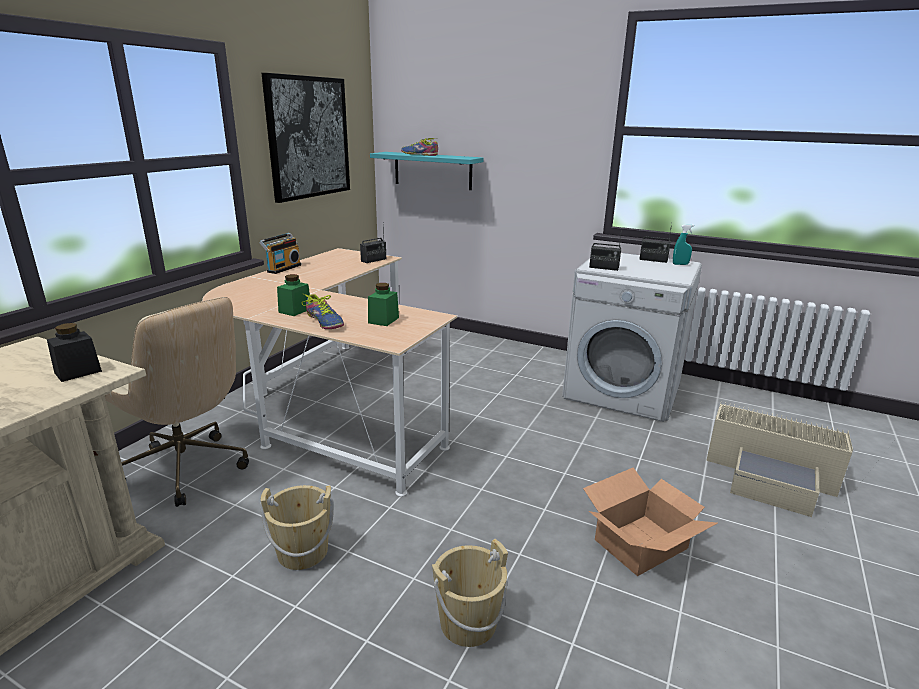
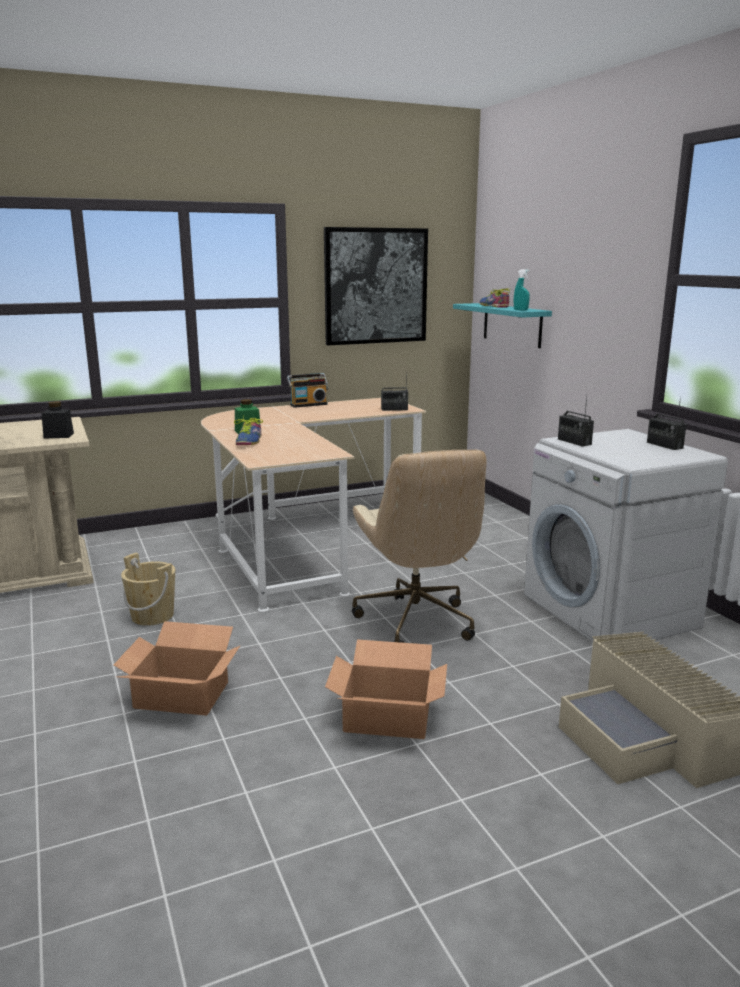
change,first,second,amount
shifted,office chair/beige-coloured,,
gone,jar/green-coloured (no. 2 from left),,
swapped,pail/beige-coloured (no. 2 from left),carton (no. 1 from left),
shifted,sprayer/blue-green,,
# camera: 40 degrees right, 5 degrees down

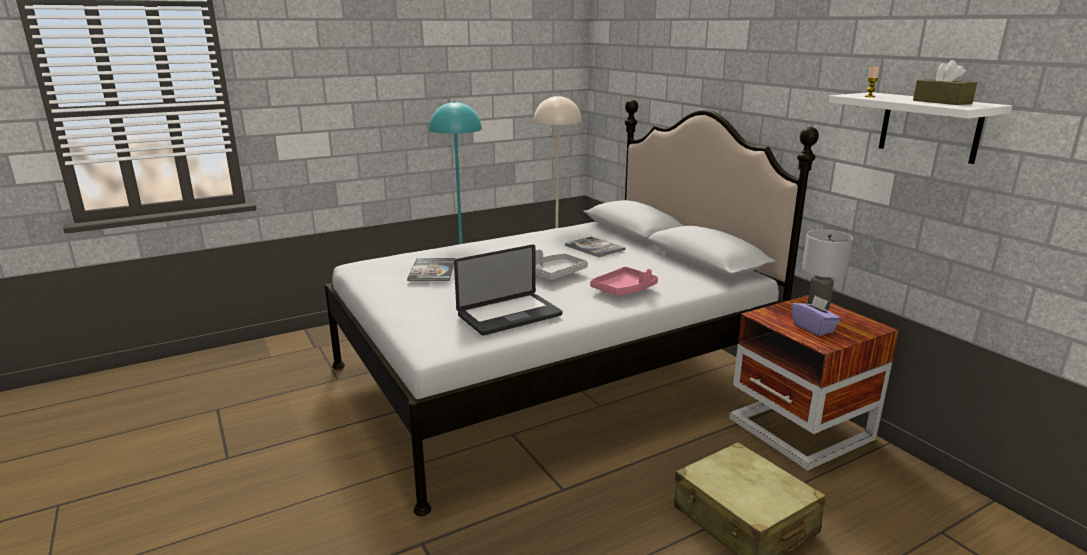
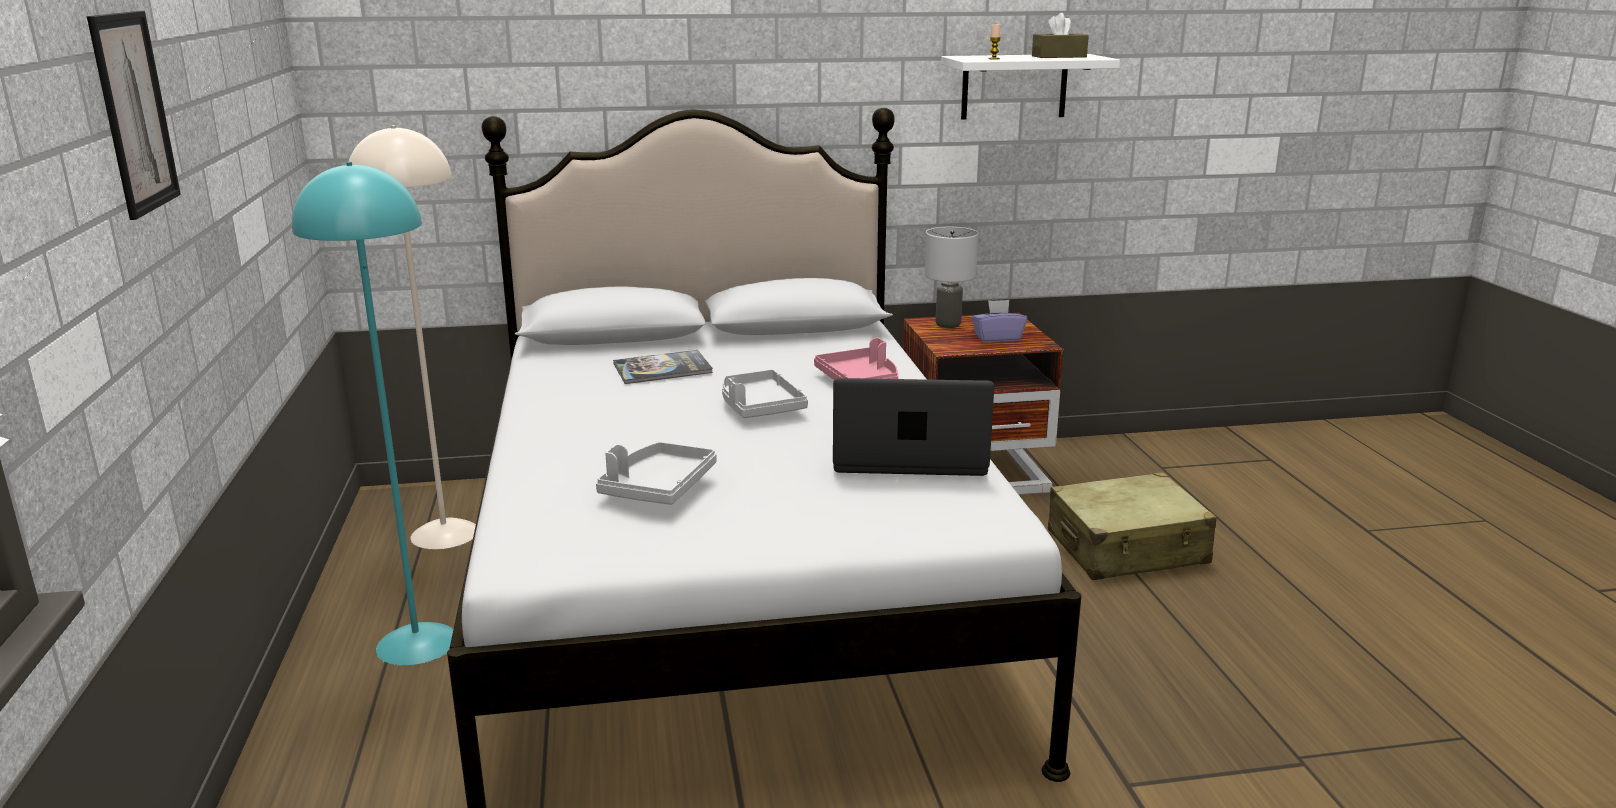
change,first,second,amount
swapped,book (no. 1 from left),serving tray/greyish (no. 1 from left),
rotated,portable computer,,75 degrees counterclockwise
new,,wall picture,
# camera: 70 degrees left, 0 degrees up

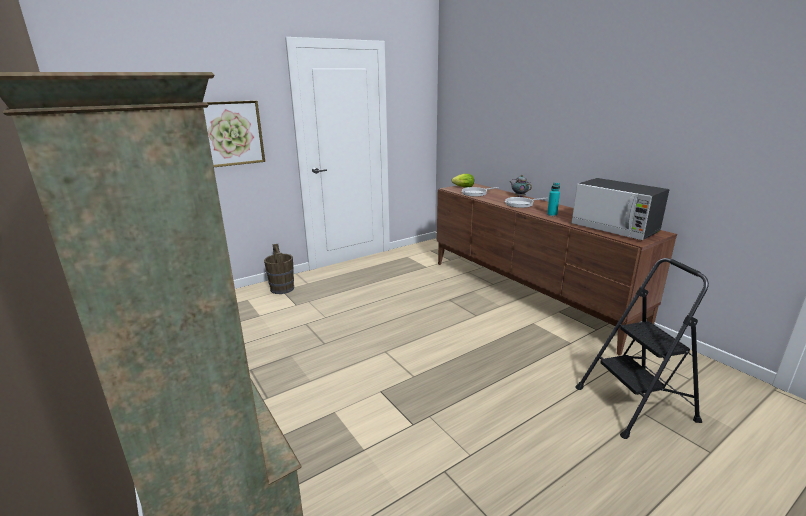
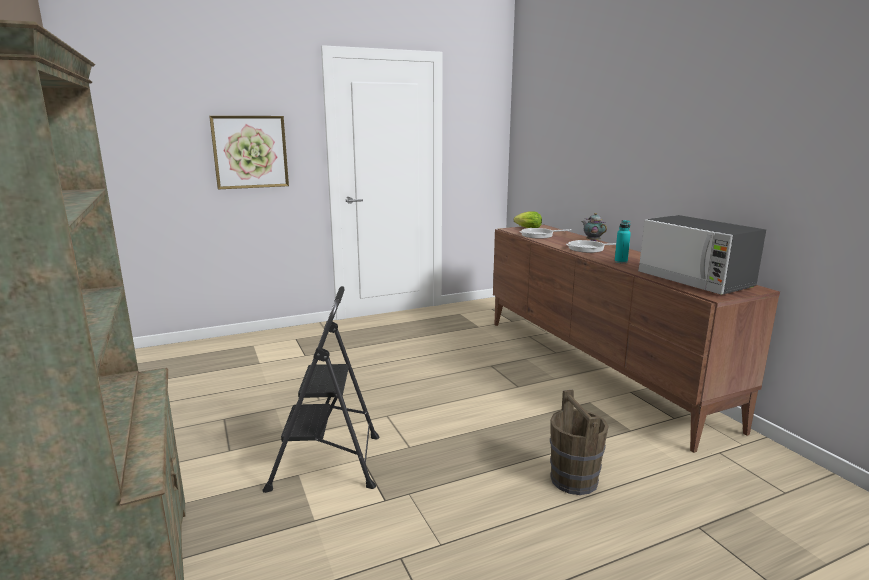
change,first,second,amount
shifted,pail/brown,,
shifted,step ladder/blackish,,
# camera: 10 degrees right, 5 degrees down

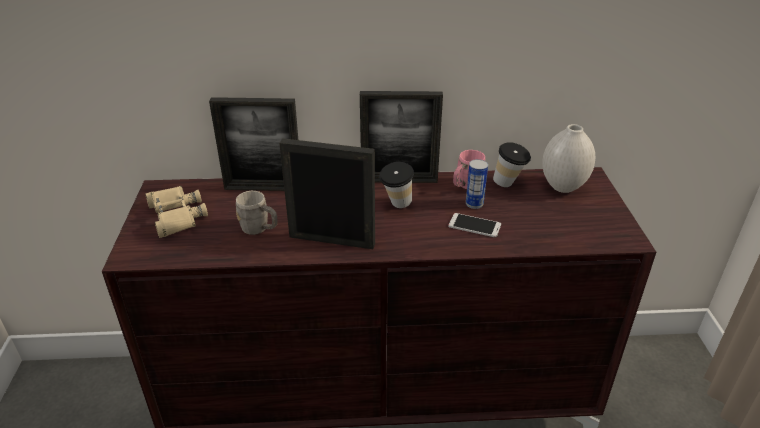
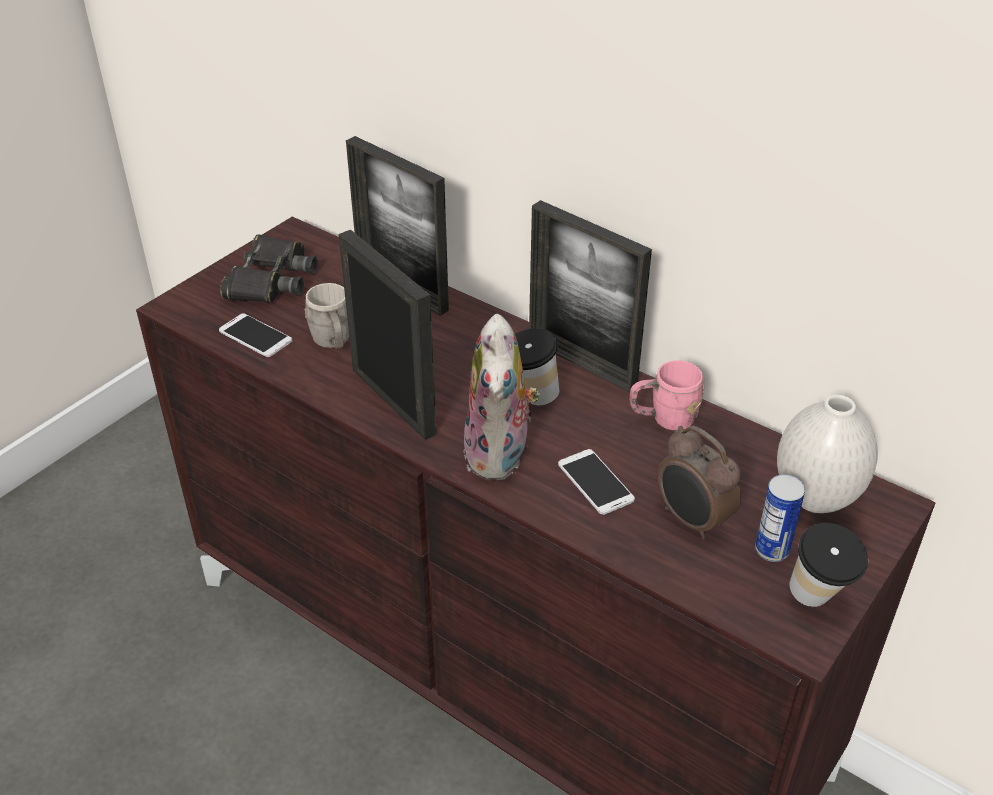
change,first,second,amount
repainted,field glasses/beige-coloured,field glasses/blackish,
shifted,sealed can,,
shifted,small cup (no. 2 from left),,
new,,handset (no. 1 from left),
new,,cuddly toy,
new,,bedside clock,
# camera: 40 degrees right, 5 degrees up

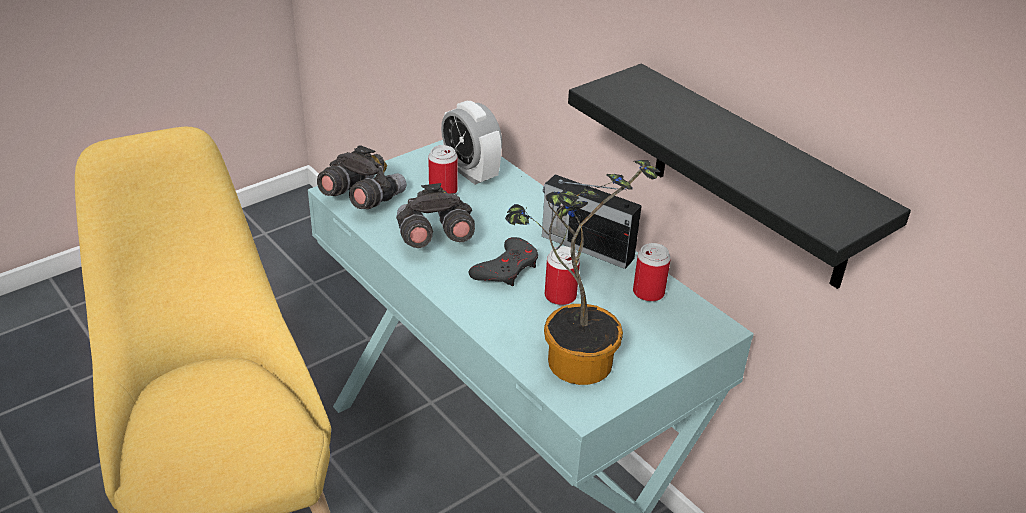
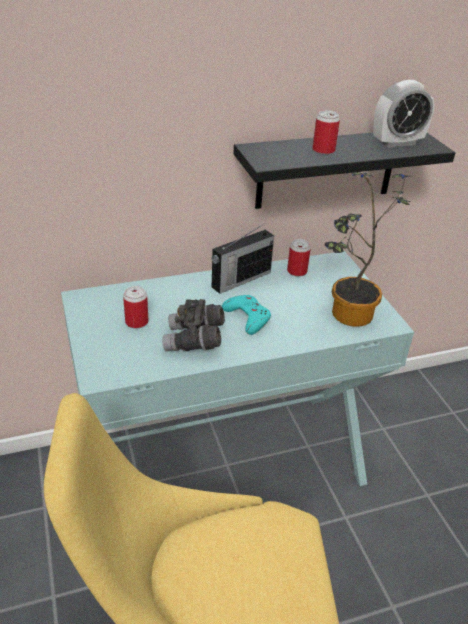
change,first,second,amount
gone,field glasses/greyish (no. 1 from left),,
shifted,bedside clock,,
repainted,joypad/greyish,joypad/blue-green,
shifted,sealed can (no. 2 from left in the first image),sealed can (no. 3 from left),
# camera: 70 degrees left, 0 degrees up

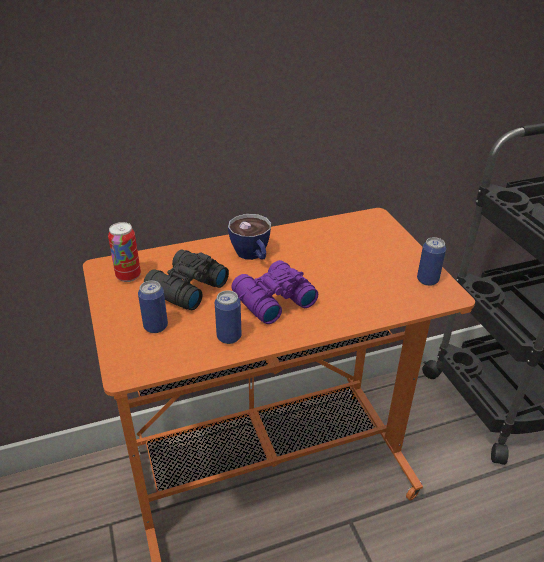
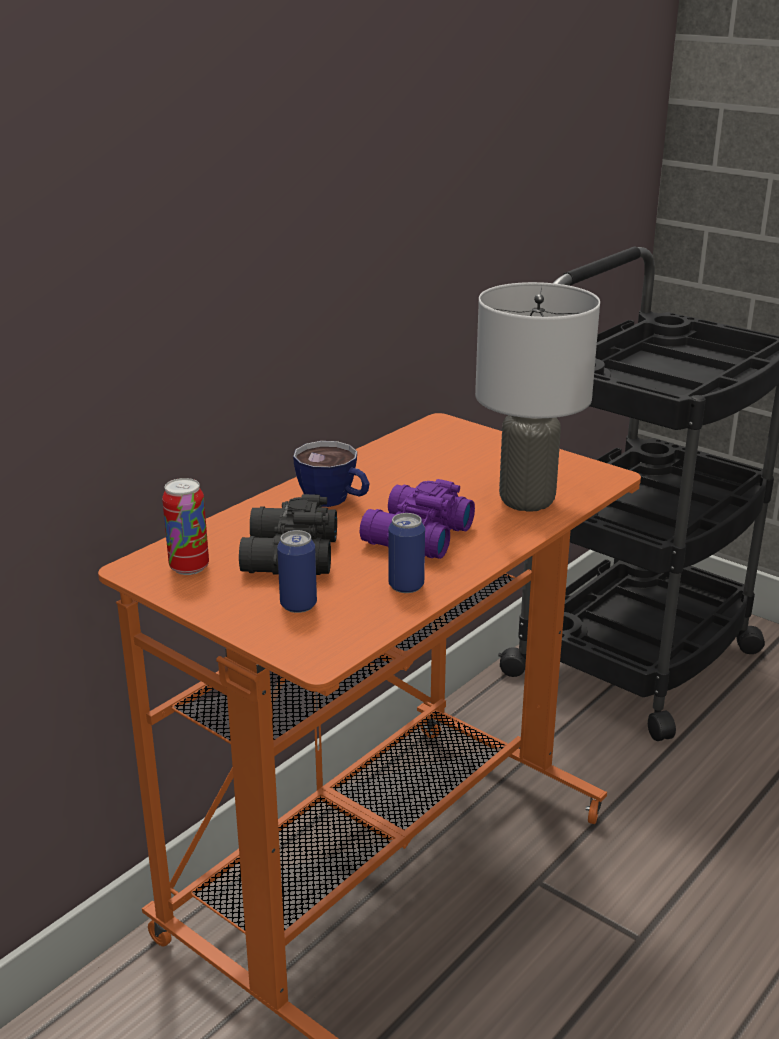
change,first,second,amount
gone,sealed can (no. 4 from left),,
new,,lamp for a table/white,
# camera: 30 degrees left, 10 degrees down

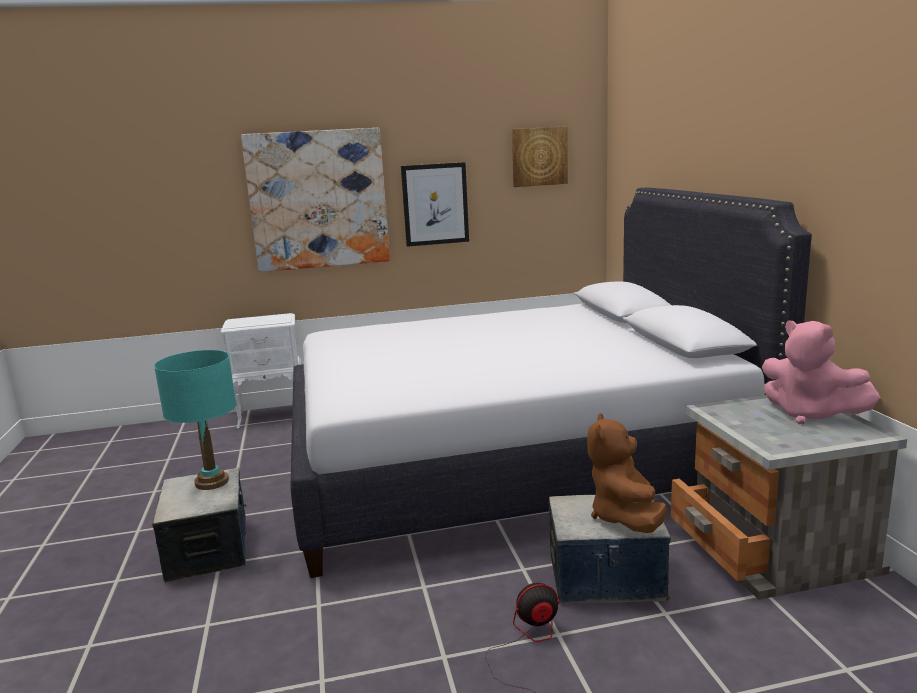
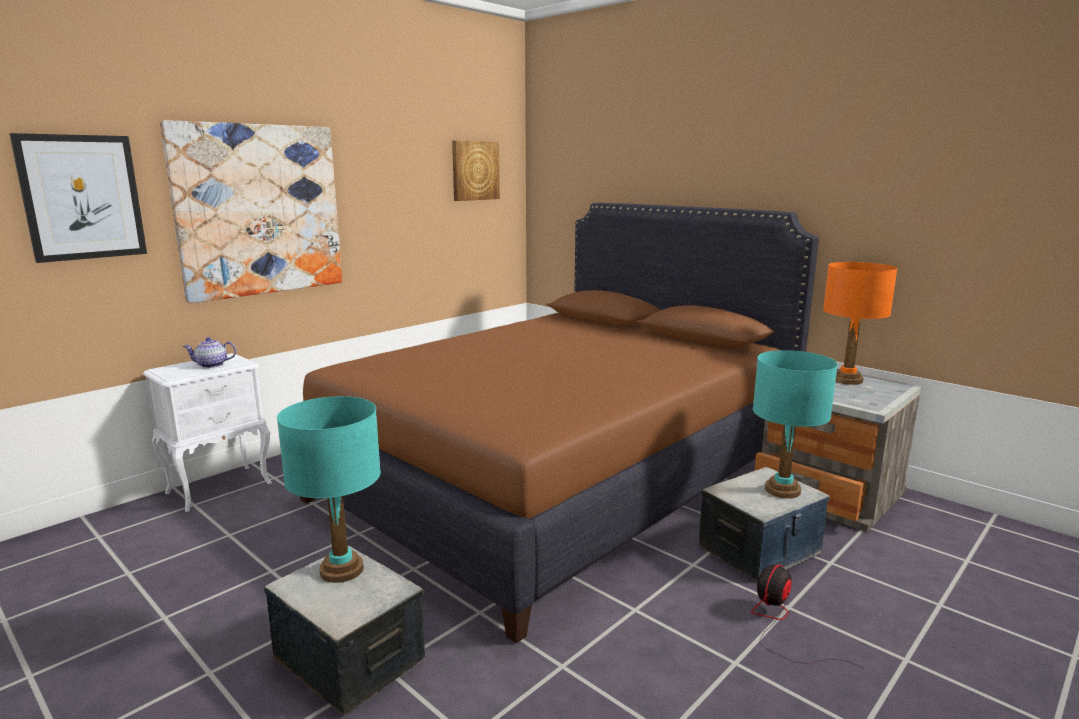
change,first,second,amount
repainted,sleeping bed/white,sleeping bed/brown,
shifted,wall picture (no. 2 from left in the first image),wall picture (no. 1 from left),
swapped,cuddly toy/brown,lamp for a table/blue-green (no. 2 from left),
swapped,cuddly toy/pink-coloured,lamp for a table/orangey,
new,,tea pot,
# camera: 35 degrees left, 0 degrees up

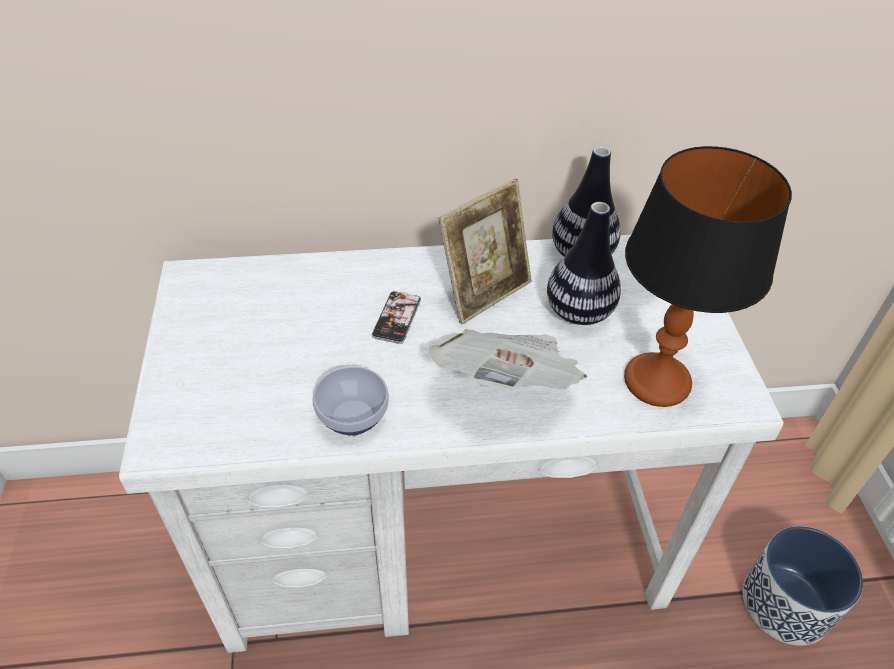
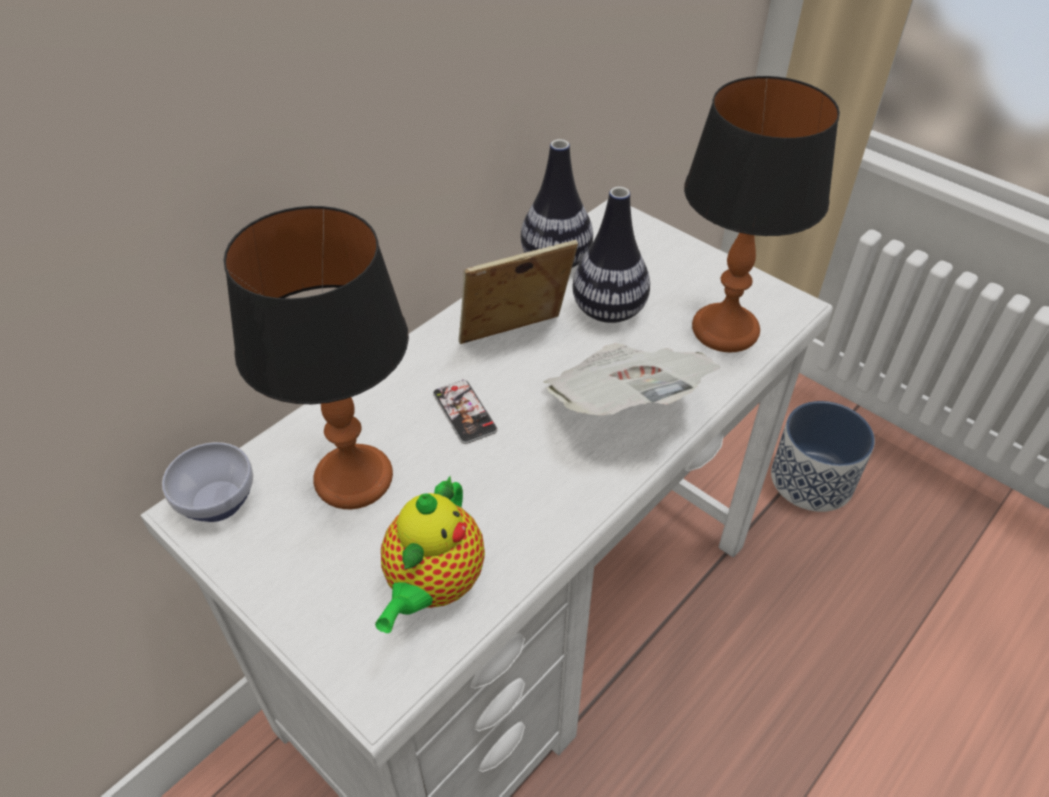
change,first,second,amount
shifted,deep dish,,
rotated,standing frame,,120 degrees counterclockwise
new,,lamp for a table (no. 1 from left),
new,,tea pot,
# camera: 40 degrees left, 0 degrees up

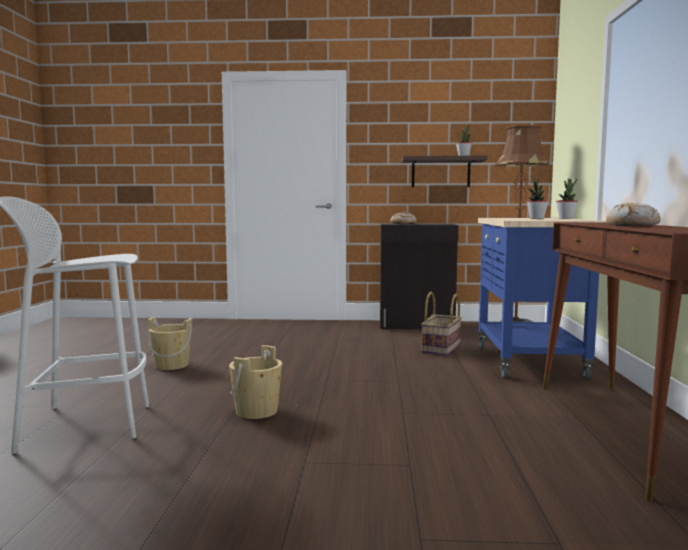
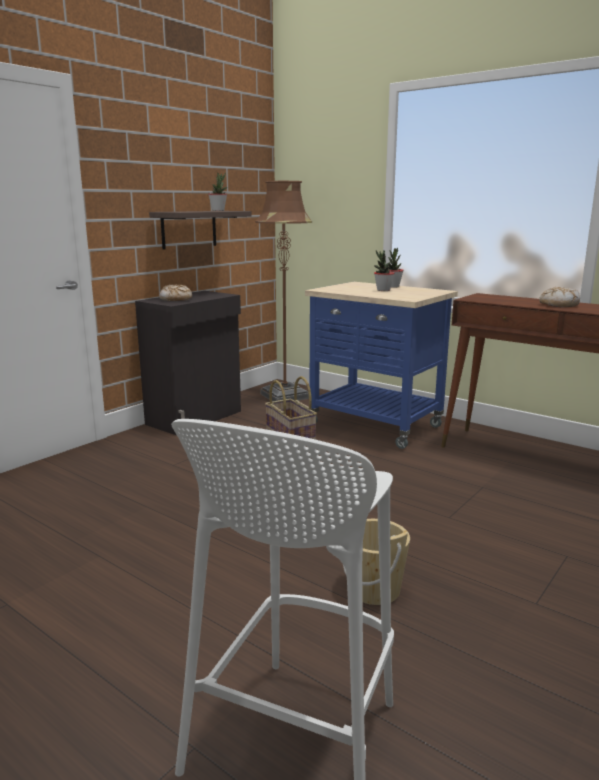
change,first,second,amount
gone,pail/beige-coloured (no. 1 from left),,
# camera: 55 degrees left, 10 degrees up

